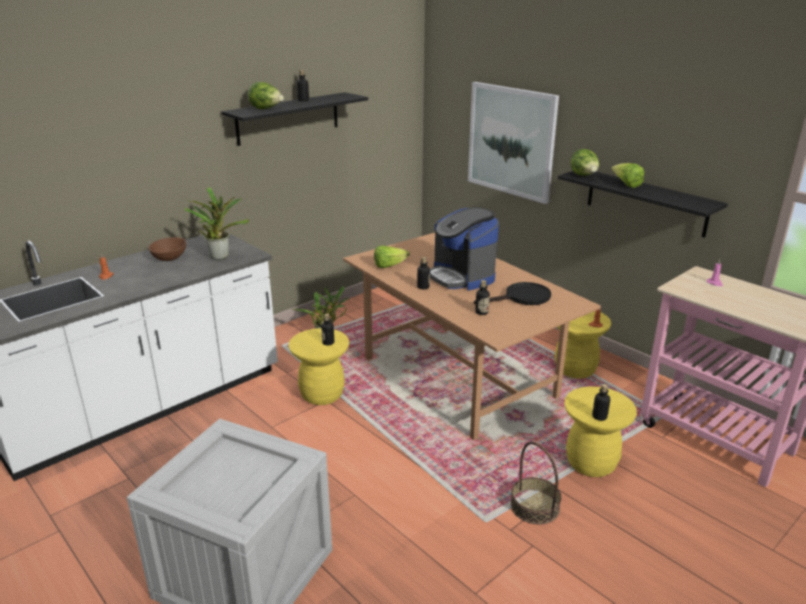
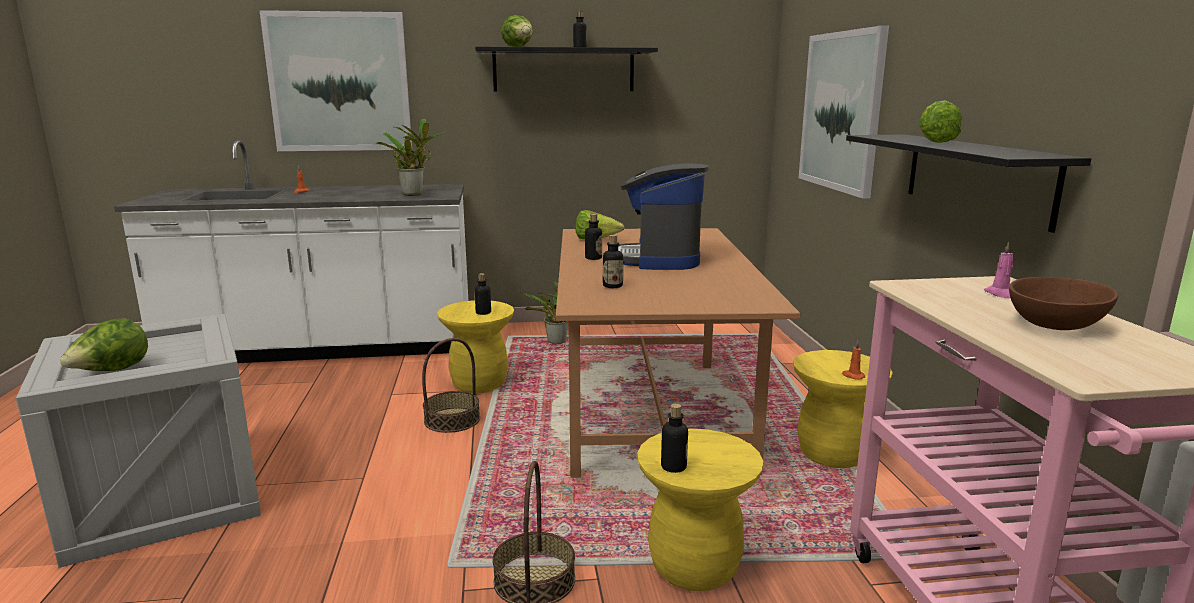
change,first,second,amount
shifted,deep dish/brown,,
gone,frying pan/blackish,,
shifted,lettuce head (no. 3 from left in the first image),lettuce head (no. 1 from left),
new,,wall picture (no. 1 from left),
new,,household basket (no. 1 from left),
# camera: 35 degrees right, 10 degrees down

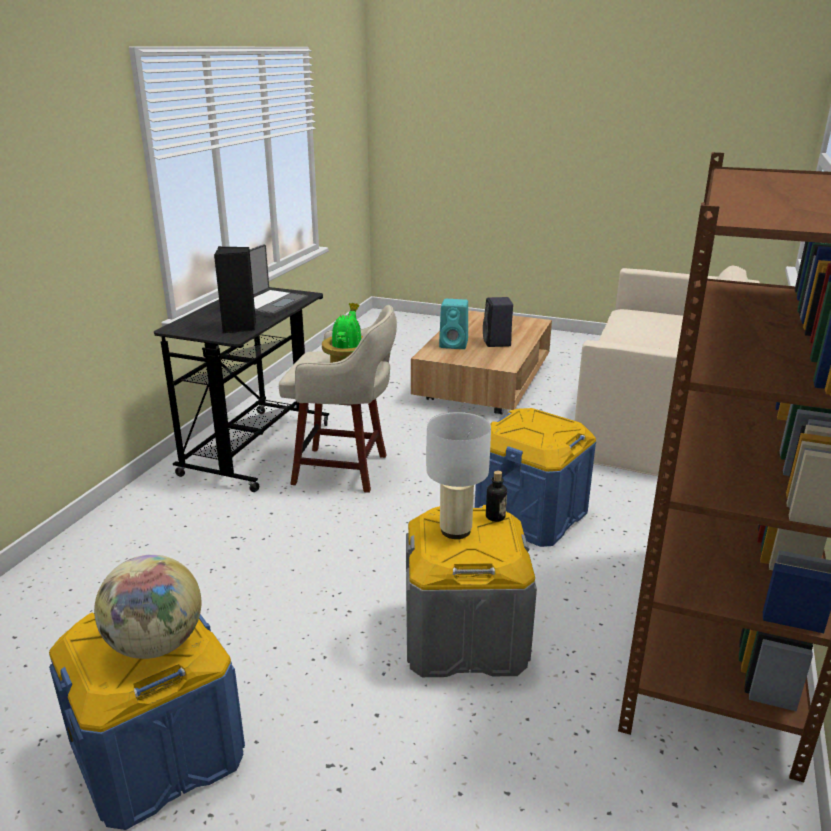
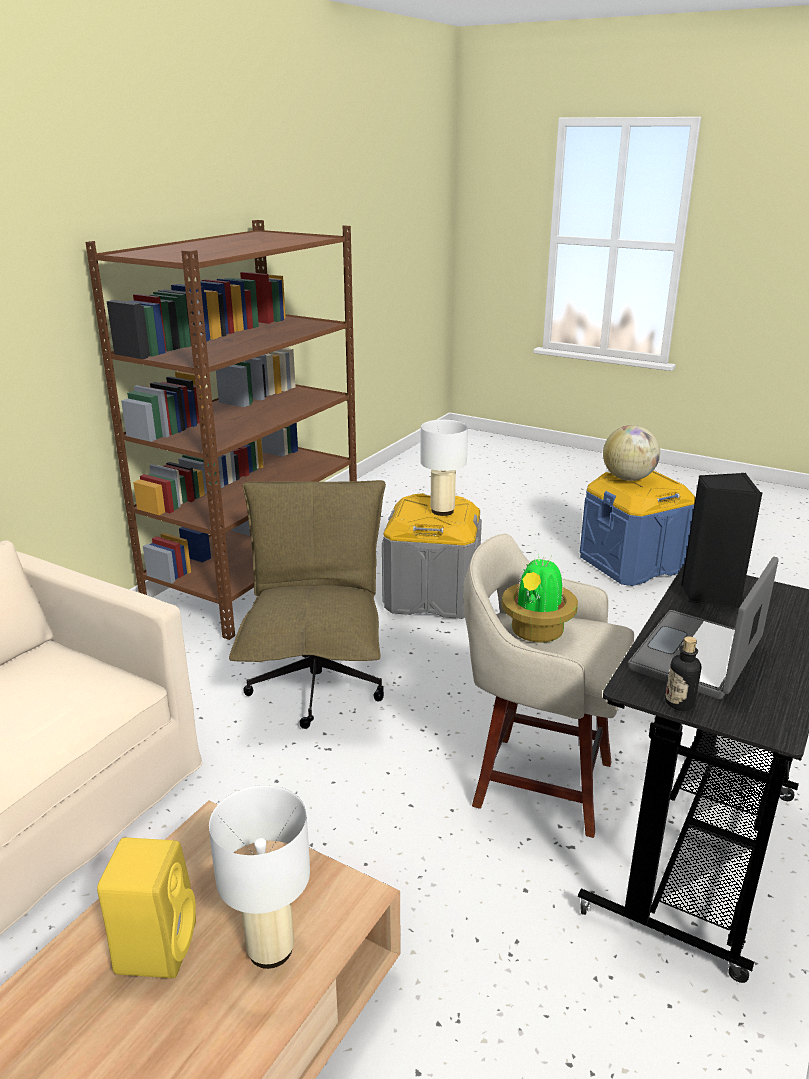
change,first,second,amount
swapped,audio speaker/blue-green,lamp for a table/white (no. 1 from left),
swapped,storage container/bluish (no. 2 from left),office chair/beige-coloured,
repainted,audio speaker/blackish (no. 2 from left),audio speaker/yellowish,
shifted,bottle,,
# camera: 170 degrees left, 0 degrees up

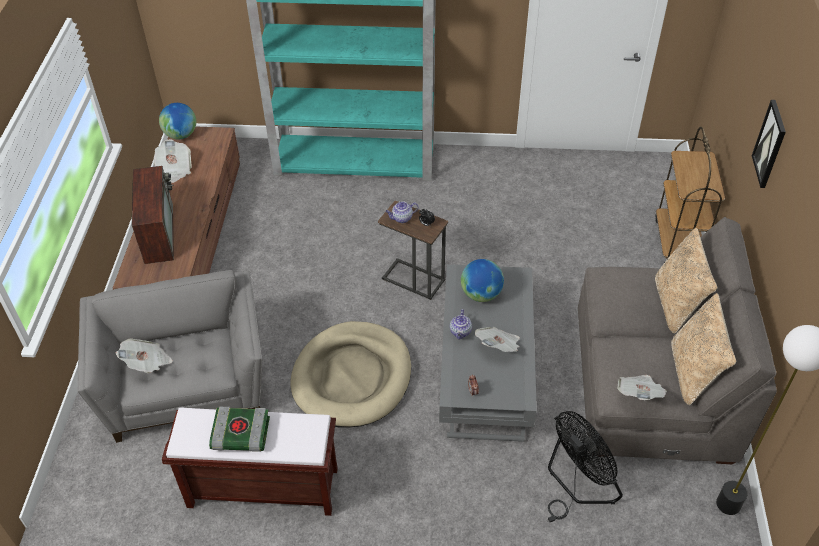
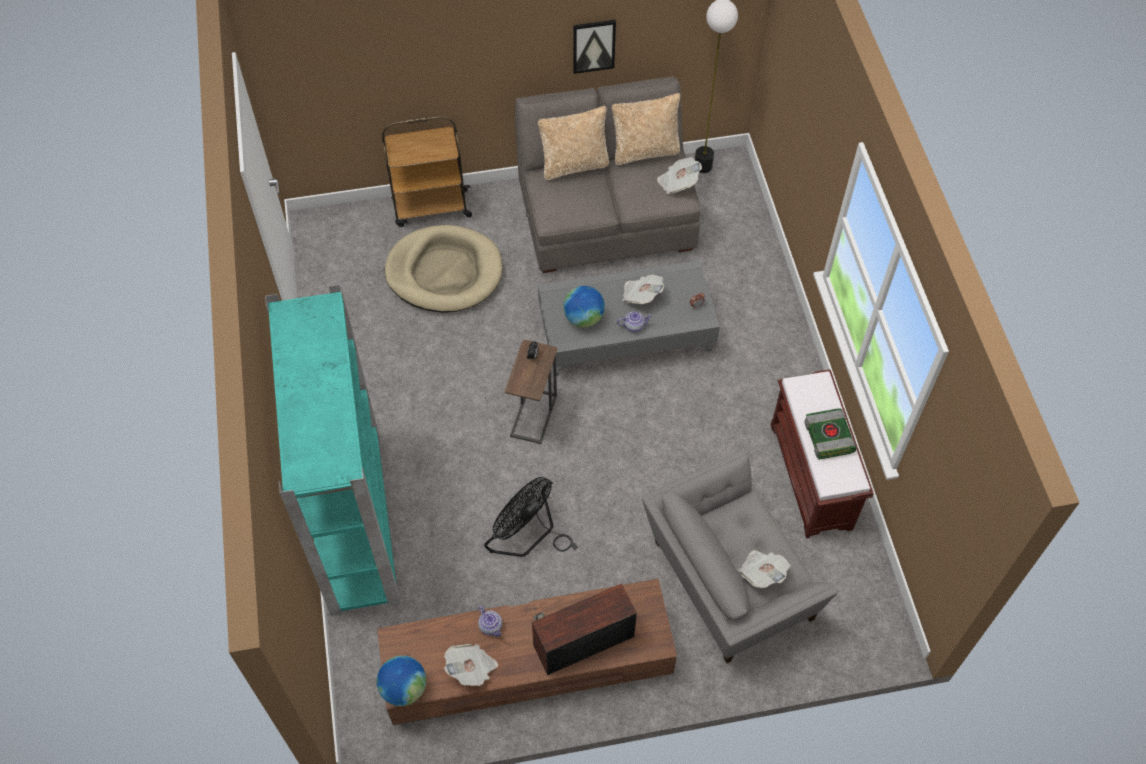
change,first,second,amount
shifted,dog bed/beige-coloured,,
shifted,tea pot (no. 1 from left),,
shifted,cooling fan/blackish,,
shifted,wall picture,,
# camera: 105 degrees left, 10 degrees up

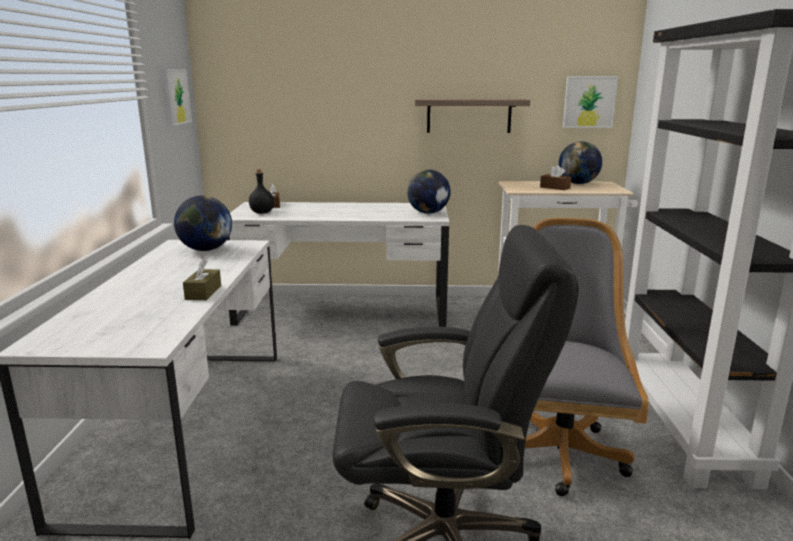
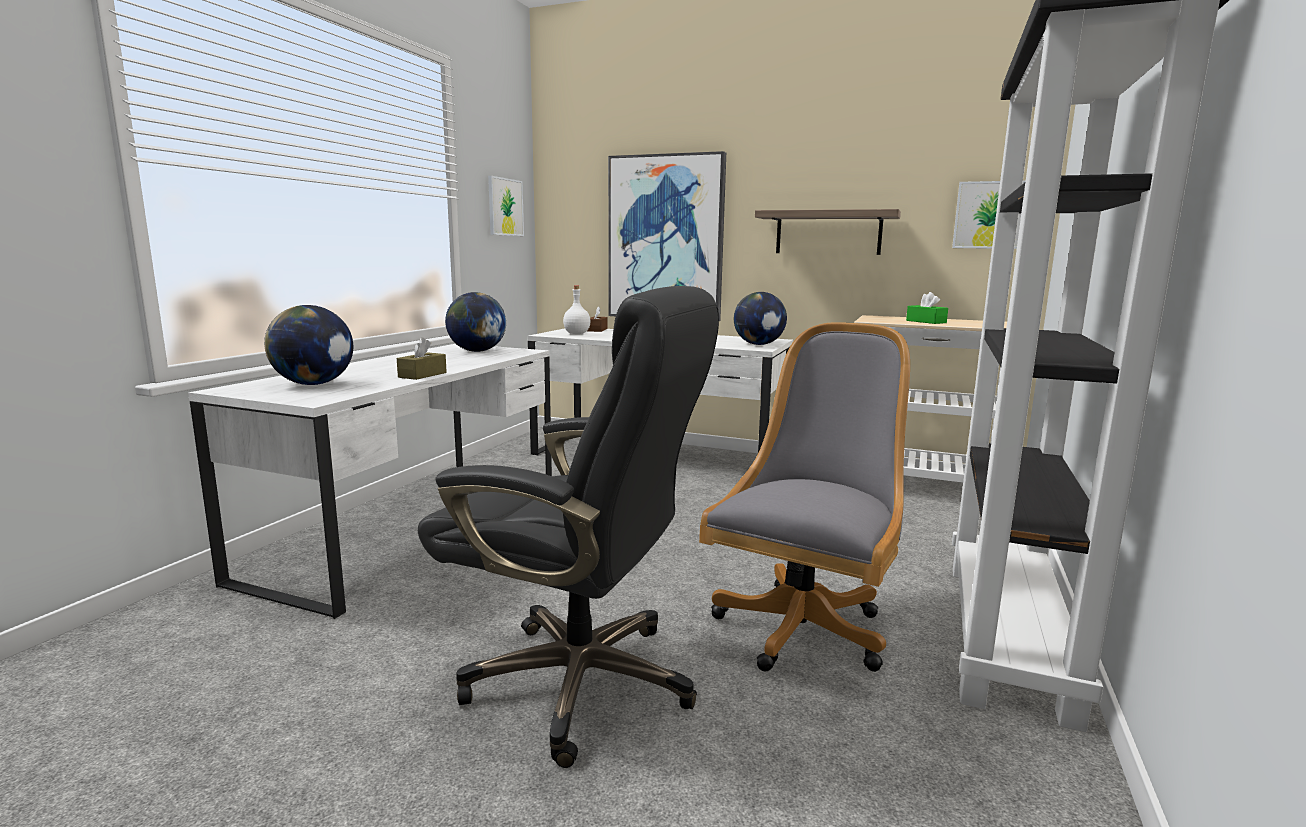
change,first,second,amount
repainted,bottle/blackish,bottle/white,
repainted,box of tissues/brown (no. 3 from left),box of tissues/green-coloured,
shifted,world globe (no. 3 from left in the first image),world globe (no. 1 from left),
new,,wall picture (no. 2 from left),
# camera: 20 degrees right, 5 degrees down

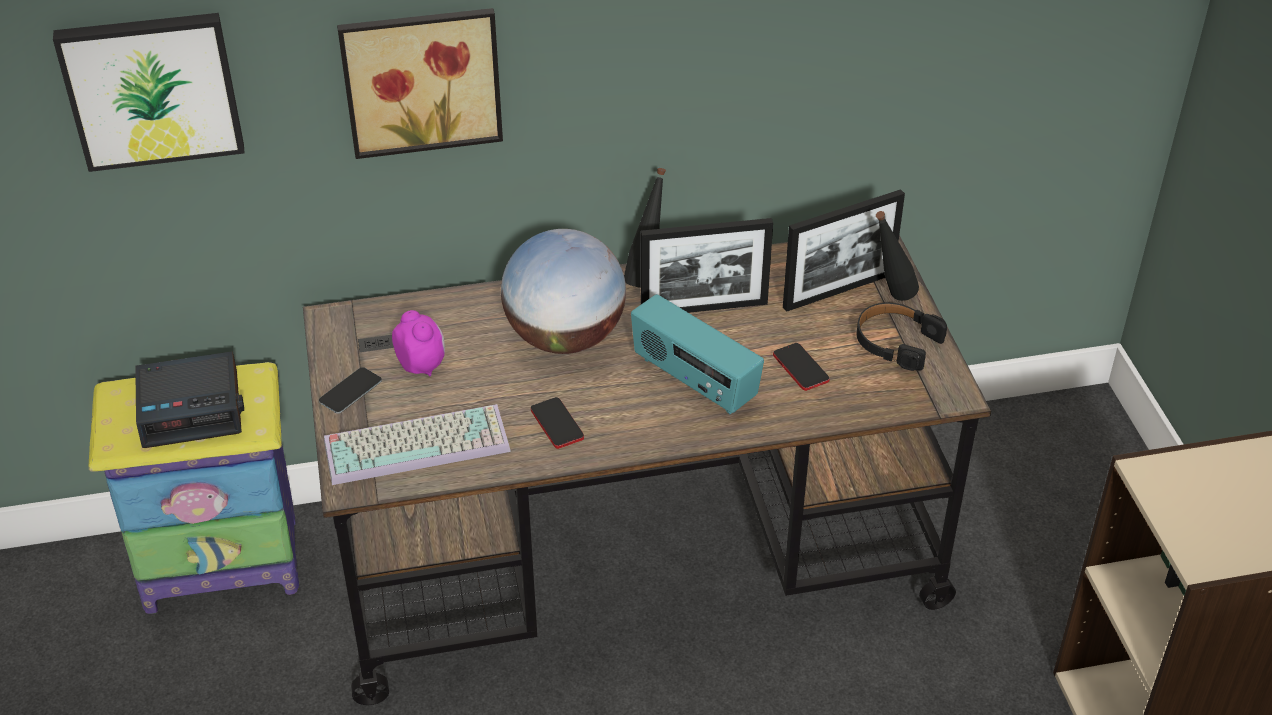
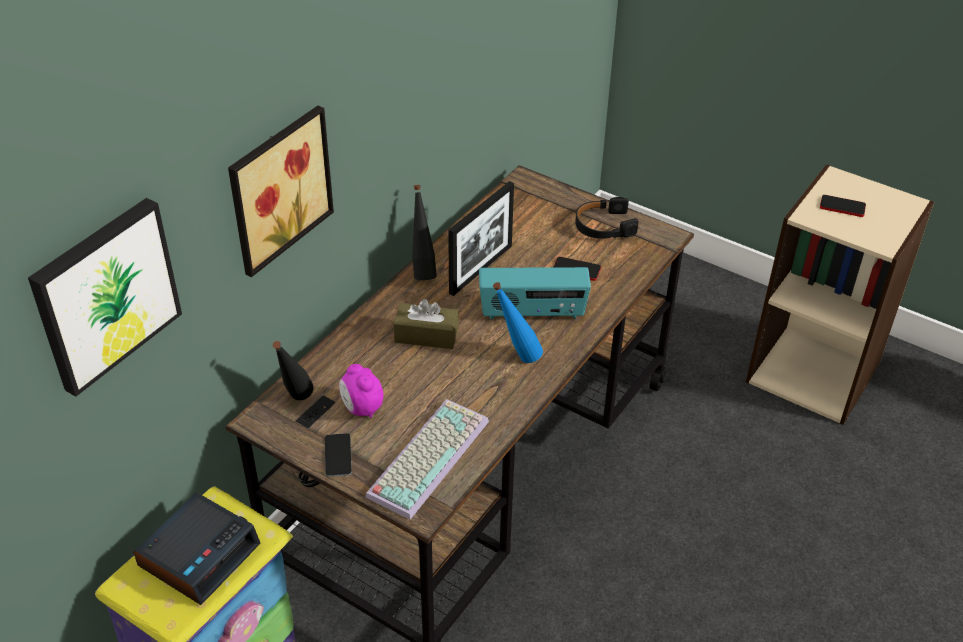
change,first,second,amount
rotated,bedside clock (no. 2 from left),,135 degrees counterclockwise
swapped,world globe,box of tissues/brown,
shifted,handset (no. 2 from left in the first image),handset (no. 3 from left),
gone,standing frame (no. 2 from left),,
shifted,bottle/blackish (no. 2 from left in the first image),bottle/blackish (no. 1 from left),
new,,bottle/bluish,
# camera: 45 degrees left, 0 degrees up

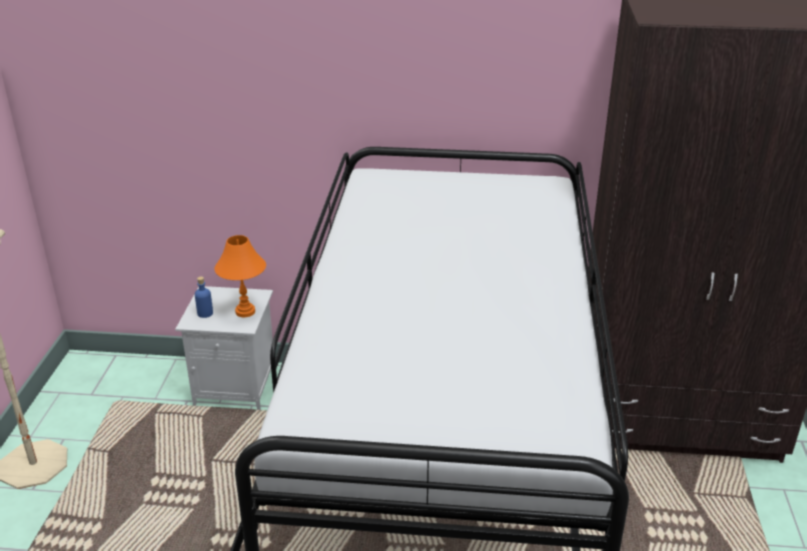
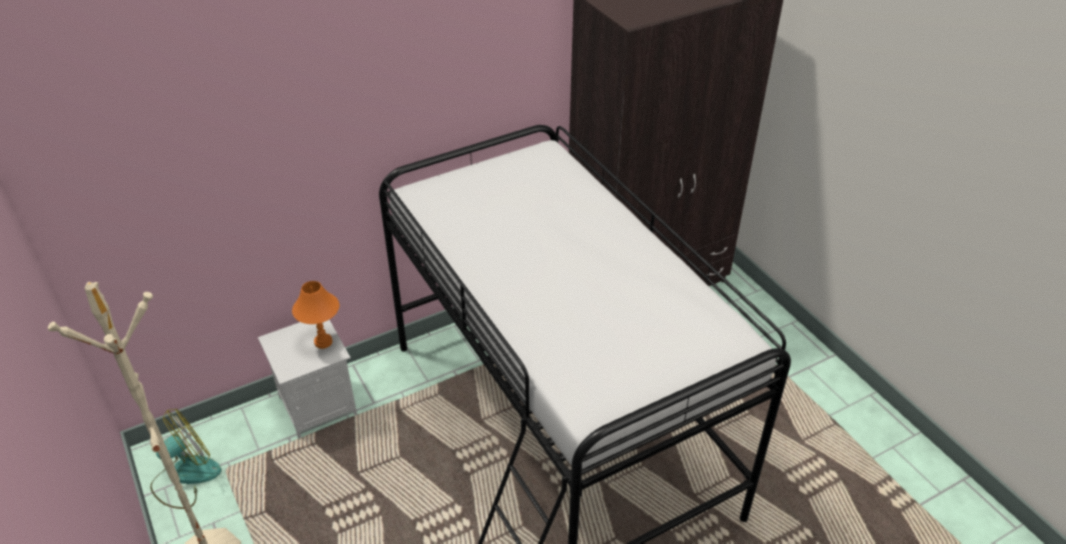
change,first,second,amount
gone,bottle/bluish,,
new,,cooling fan,
# camera: 35 degrees left, 10 degrees up

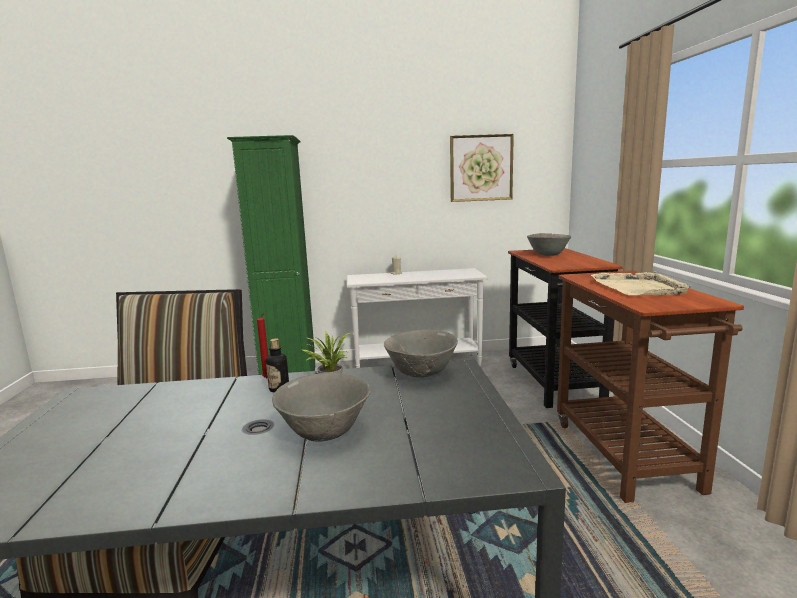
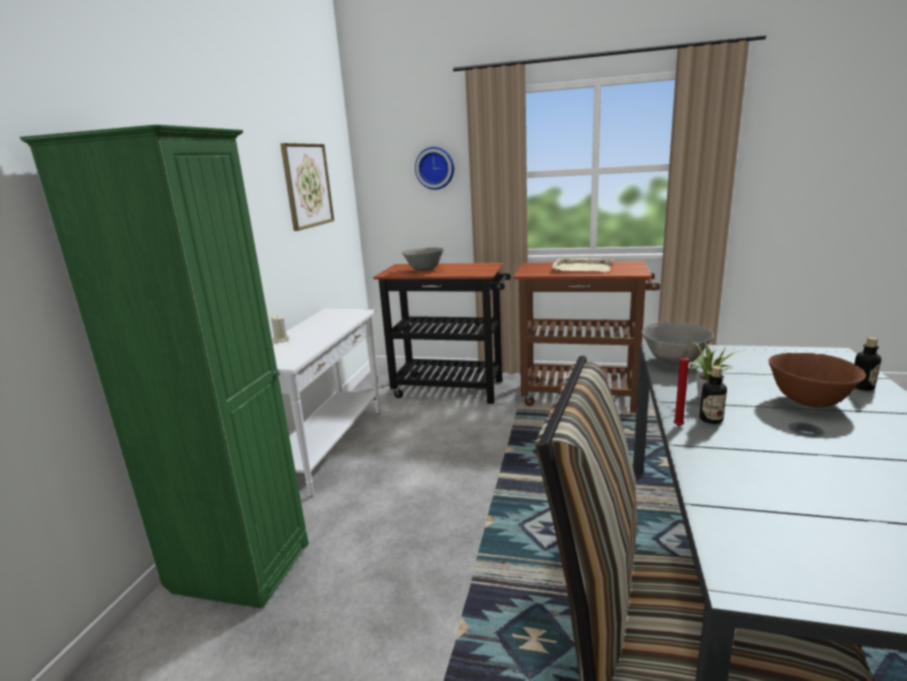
change,first,second,amount
repainted,deep dish/greyish (no. 1 from left),deep dish/brown,
new,,hanging clock,
new,,bottle (no. 2 from left),
# camera: 70 degrees left, 5 degrees up

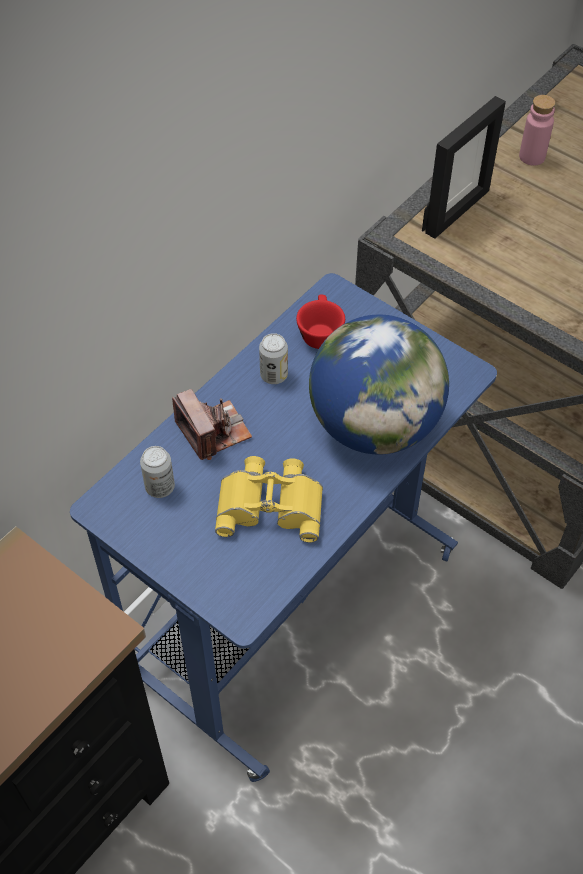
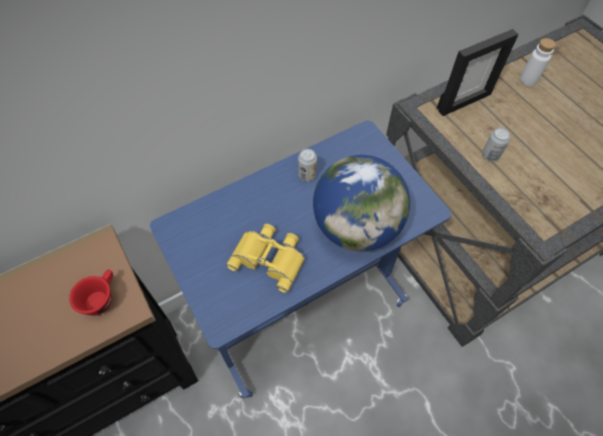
change,first,second,amount
shifted,sealed can (no. 1 from left in the first image),sealed can (no. 2 from left),
gone,still camera,,
shifted,small cup/reddish,,
repainted,bottle/pink-coloured,bottle/white,
# camera: 20 degrees right, 5 degrees up

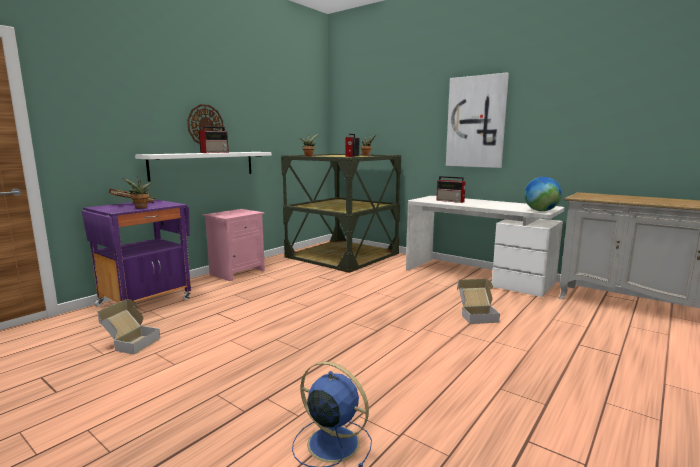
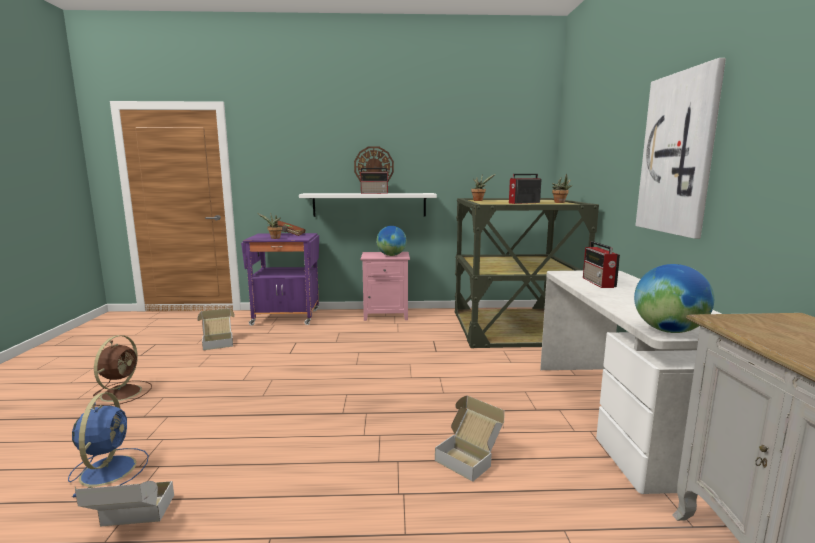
change,first,second,amount
new,,carton (no. 1 from left),
new,,cooling fan/brown,
new,,world globe (no. 1 from left),
# camera: 50 degrees right, 0 degrees up

